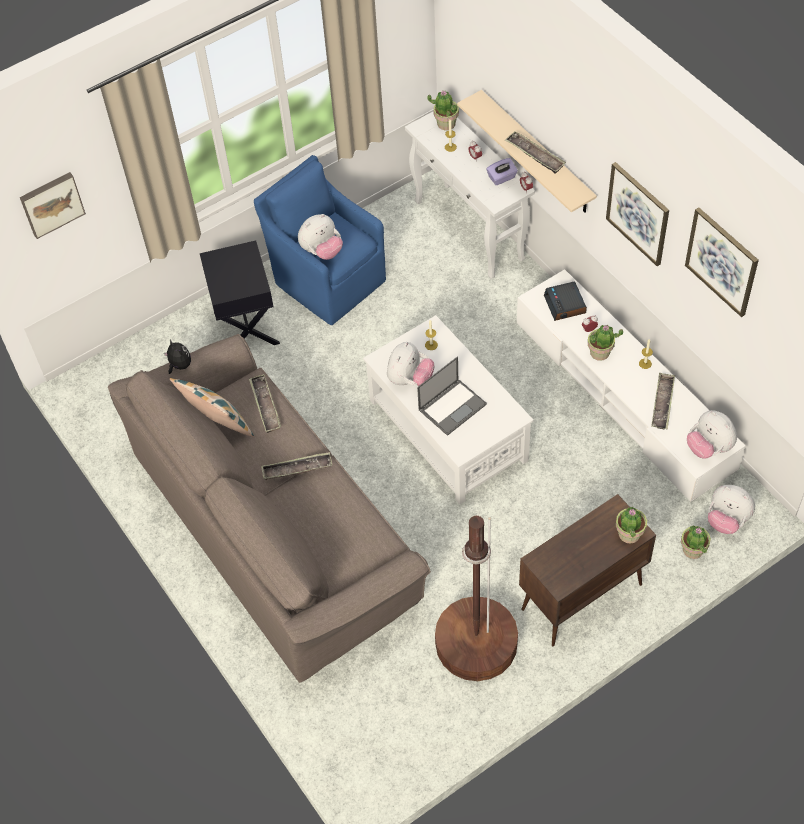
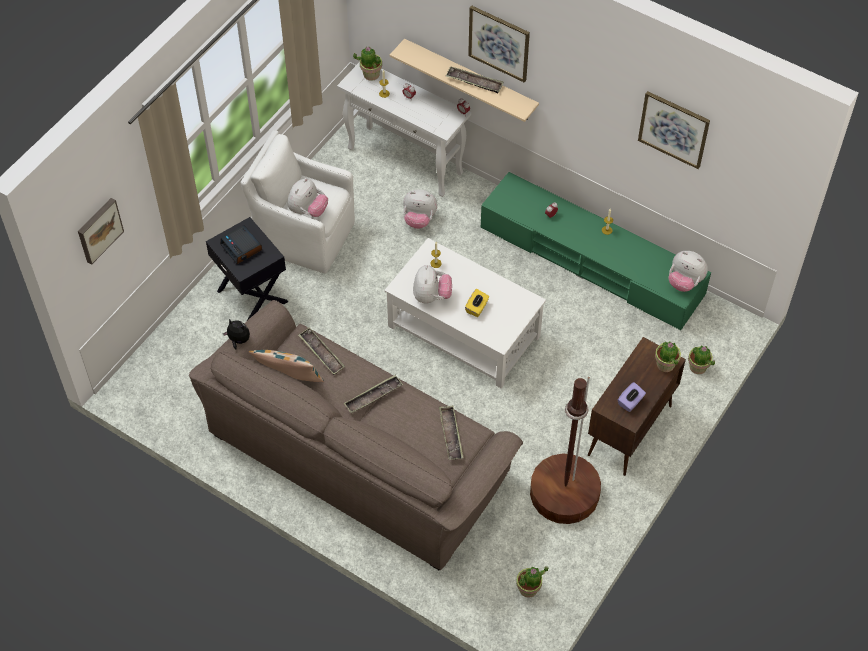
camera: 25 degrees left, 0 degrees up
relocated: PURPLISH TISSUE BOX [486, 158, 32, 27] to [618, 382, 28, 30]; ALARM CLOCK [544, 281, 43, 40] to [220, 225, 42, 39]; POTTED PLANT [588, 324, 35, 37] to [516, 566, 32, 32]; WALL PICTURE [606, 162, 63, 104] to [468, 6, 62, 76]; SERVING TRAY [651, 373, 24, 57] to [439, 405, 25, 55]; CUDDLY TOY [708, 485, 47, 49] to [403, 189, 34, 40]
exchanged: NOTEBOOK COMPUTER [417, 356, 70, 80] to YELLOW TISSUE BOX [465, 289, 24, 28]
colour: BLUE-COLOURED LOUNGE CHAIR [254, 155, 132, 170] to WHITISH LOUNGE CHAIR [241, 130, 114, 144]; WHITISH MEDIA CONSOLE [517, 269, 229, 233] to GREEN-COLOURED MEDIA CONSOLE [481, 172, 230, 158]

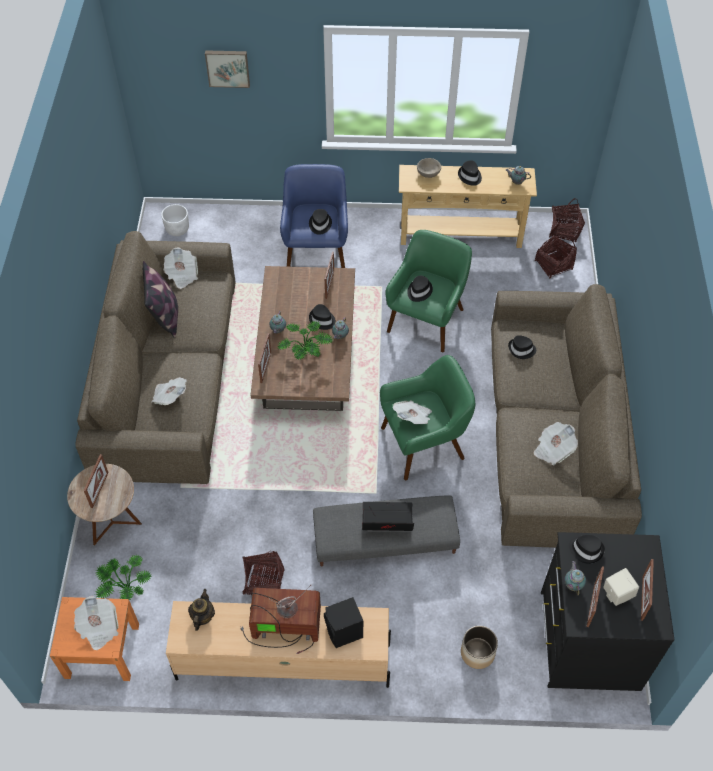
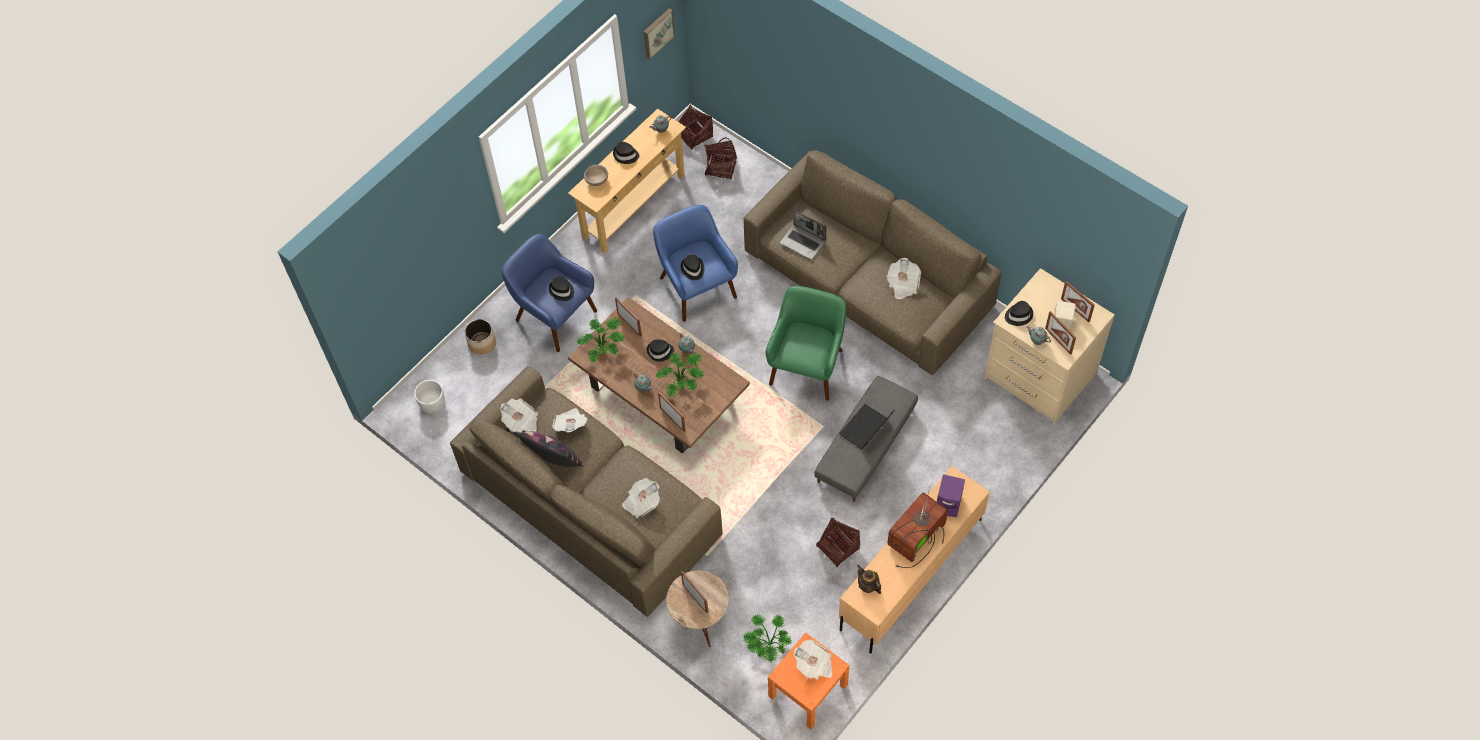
camera: 50 degrees left, 5 degrees up
appeared: POTTED PLANT [577, 317, 48, 45]
relocated: WALL PICTURE [205, 50, 45, 38] to [644, 8, 31, 51]; DAILY PAPER [393, 400, 39, 25] to [552, 408, 36, 25]; PLANTER [461, 626, 37, 43] to [465, 319, 31, 35]
exchanged: BLACK-COLOURED WEARABLE HAT [508, 335, 28, 24] to NOTEBOOK COMPUTER [780, 210, 46, 50]
colour: BLACK-COLOURED SPEAKER [324, 597, 39, 51] to PURPLISH SPEAKER [937, 474, 28, 43]; GREEN-COLOURED LOUNGE CHAIR [385, 230, 87, 122] to BLUE-COLOURED LOUNGE CHAIR [653, 205, 85, 117]; BLACK-COLOURED CHEST OF DRAWERS [541, 532, 134, 159] to BEIGE CHEST OF DRAWERS [984, 268, 131, 156]

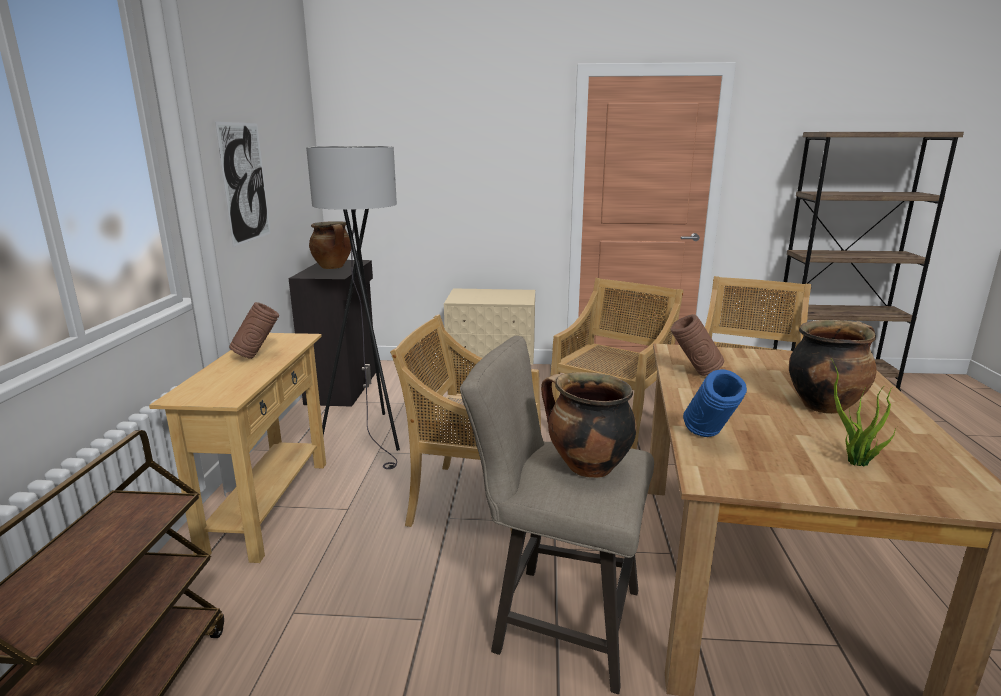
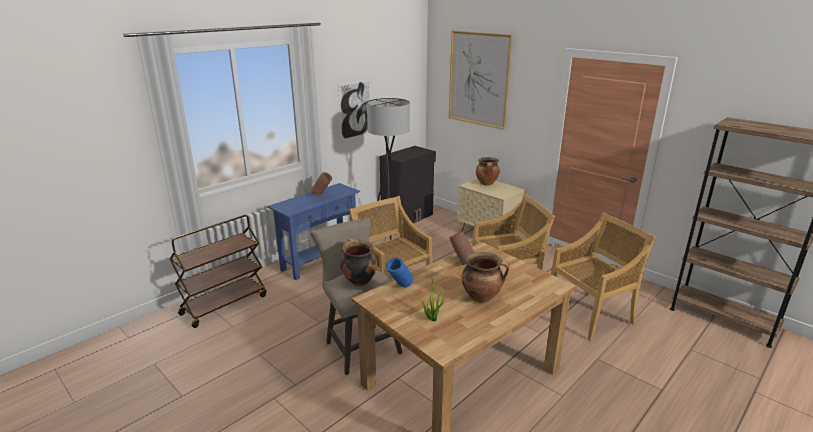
camera: 40 degrees right, 5 degrees up
appeared: WALL PICTURE [449, 31, 64, 99]
relocated: COOKING POT [309, 221, 42, 48] to [476, 157, 24, 28]
colour: BEIGE CONSOLE TABLE [149, 333, 177, 230] to BLUE-COLOURED CONSOLE TABLE [267, 183, 93, 97]

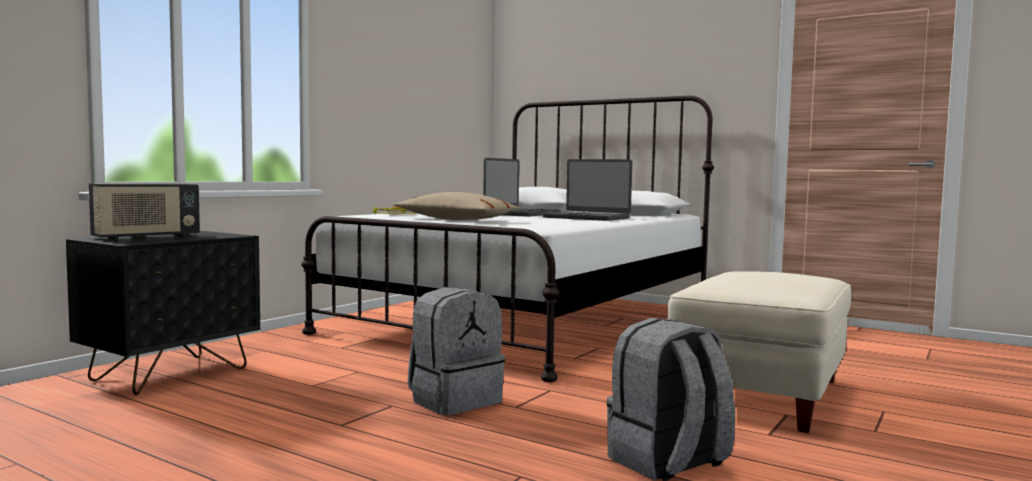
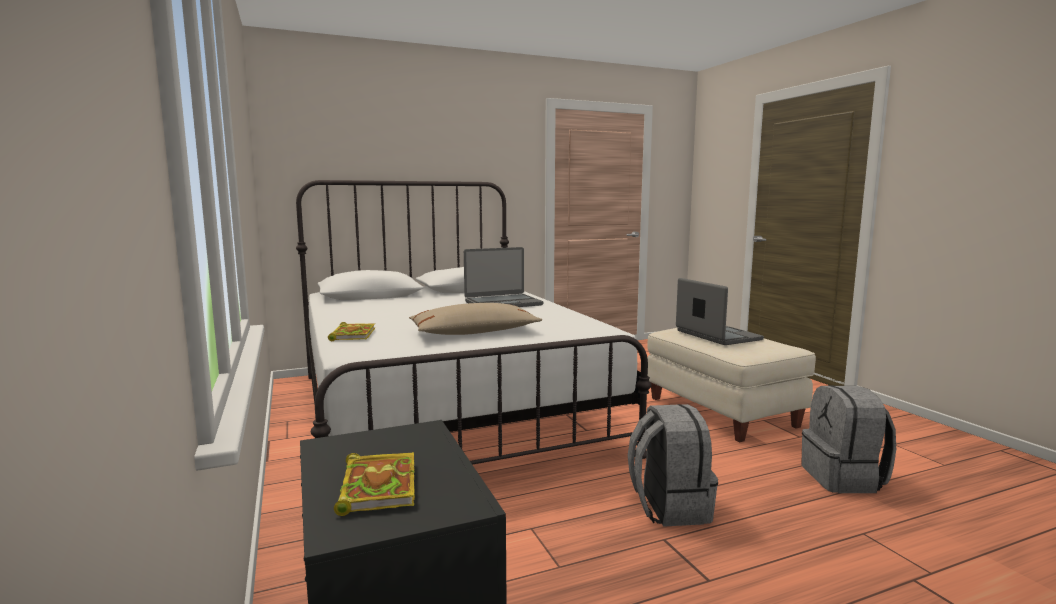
camera: 55 degrees left, 5 degrees up
relocated: NOTEBOOK COMPUTER [483, 158, 77, 59] to [676, 278, 88, 67]
exchanged: RADIO [89, 184, 111, 56] to BOOK [334, 452, 81, 64]

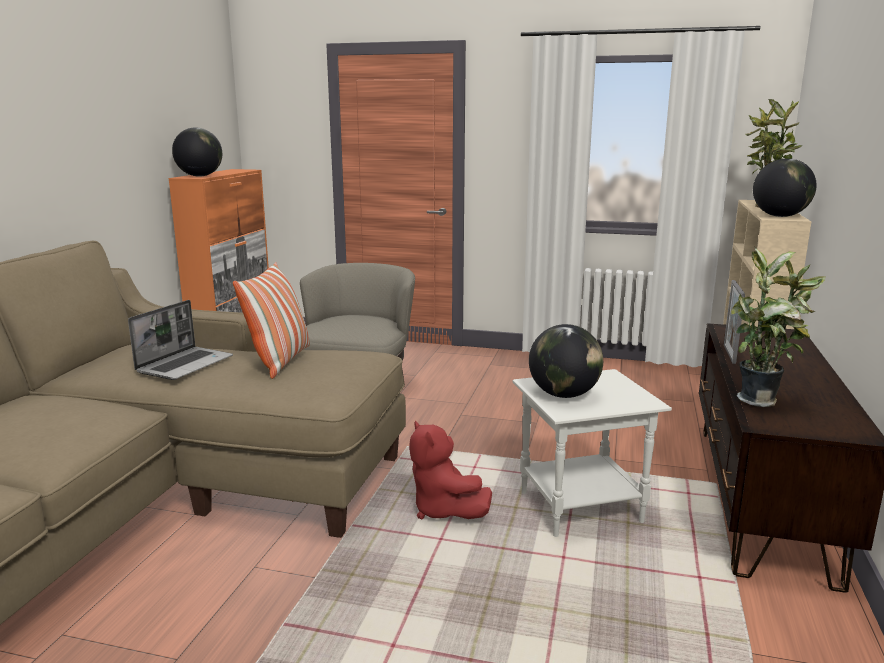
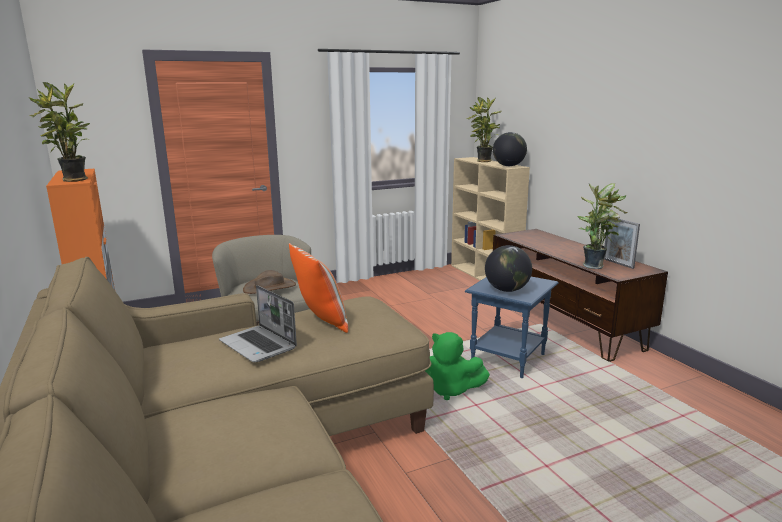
camera: 40 degrees left, 0 degrees up
appeared: BROWNISH WEARABLE HAT [243, 270, 53, 24]
relocated: PHOTO FRAME [724, 280, 21, 84] to [604, 219, 36, 50]
exchanged: WORLD GLOBE [172, 128, 50, 49] to POTTED PLANT [29, 82, 61, 100]
colour: REDDISH CUDDLY TOY [409, 420, 83, 99] to GREEN-COLOURED CUDDLY TOY [425, 332, 65, 68]; WHITISH ACCENT TABLE [512, 369, 160, 168] to BLUE-COLOURED ACCENT TABLE [465, 277, 94, 101]
spun: NOTEBOOK COMPUTER [128, 300, 105, 80] = [219, 285, 78, 77] 150 degrees clockwise

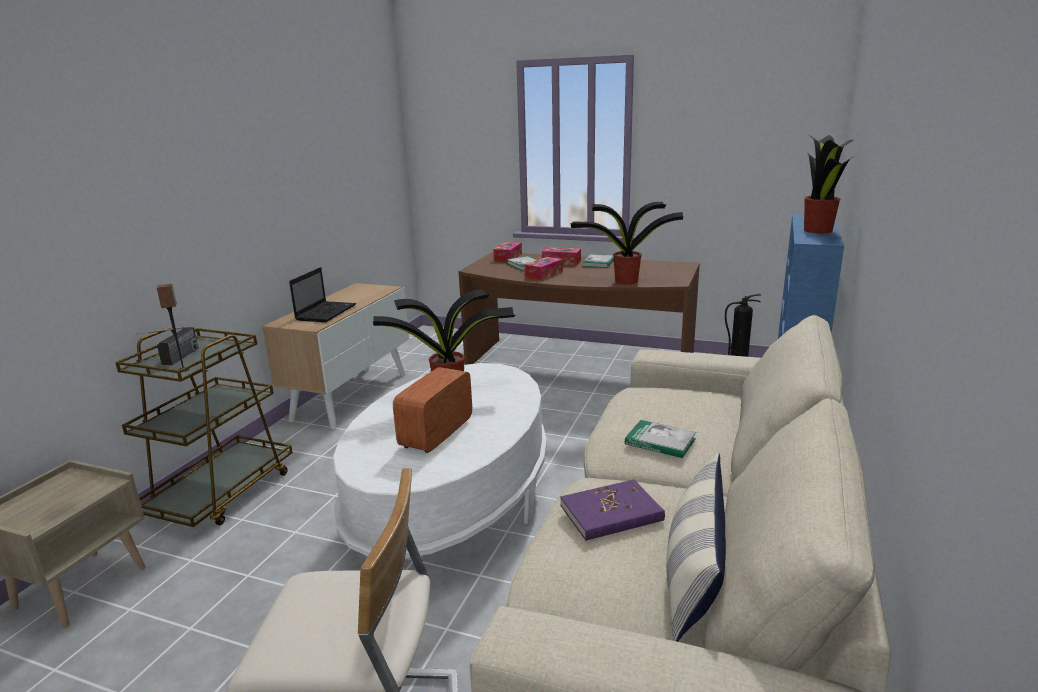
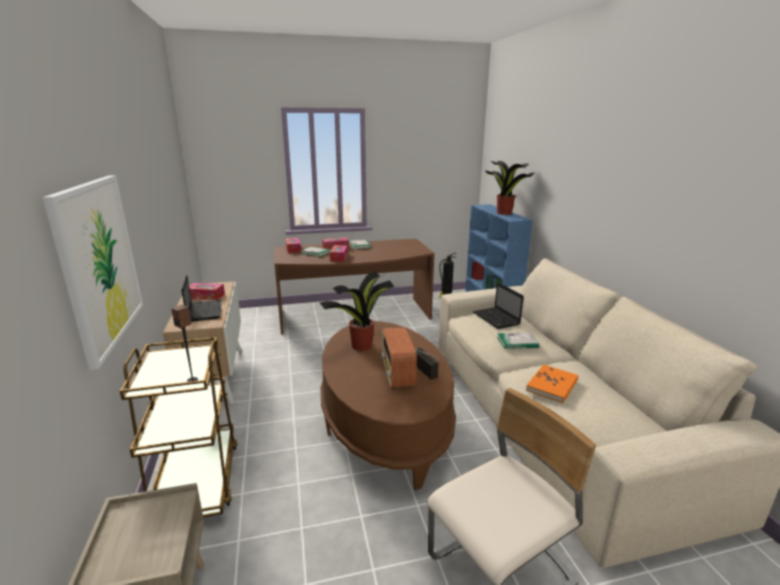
camera: 35 degrees left, 0 degrees up
missing: POTTED PLANT [570, 202, 113, 82]; CUSHION [666, 453, 60, 189]
appeared: WALL PICTURE [42, 175, 101, 195]; TISSUE BOX [189, 283, 36, 17]; NOTEBOOK COMPUTER [473, 282, 51, 47]
relocated: RADIO [136, 327, 63, 38] to [415, 348, 29, 31]
colour: WHITISH LOW TABLE [333, 363, 214, 196] to BROWNISH LOW TABLE [321, 321, 135, 170]; PURPLISH BOOK [560, 479, 105, 62] to ORANGEY BOOK [526, 364, 52, 39]

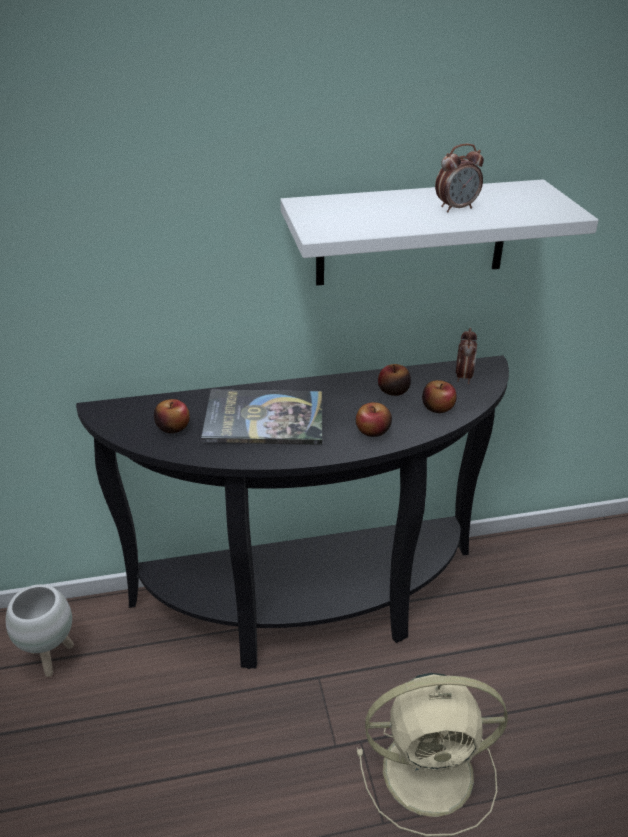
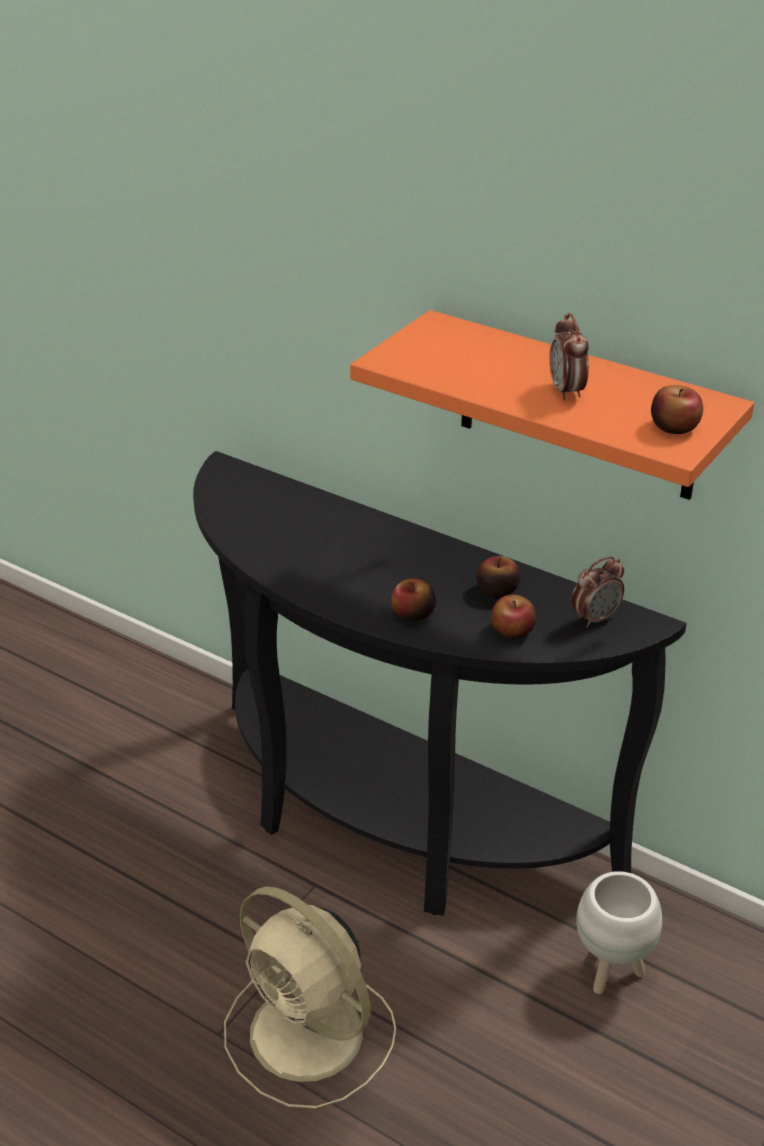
camera: 45 degrees right, 0 degrees up
missing: BOOK [201, 389, 121, 56]
relocated: WHITISH PLANTER [6, 584, 68, 93] to [576, 871, 86, 123]; WHOLE APPLE [154, 399, 36, 34] to [651, 385, 52, 49]
colour: WHITISH SHELF [280, 179, 319, 107] to ORANGEY SHELF [350, 310, 404, 190]
spun: ALARM CLOCK [435, 144, 49, 68] = [550, 313, 39, 88] 60 degrees clockwise

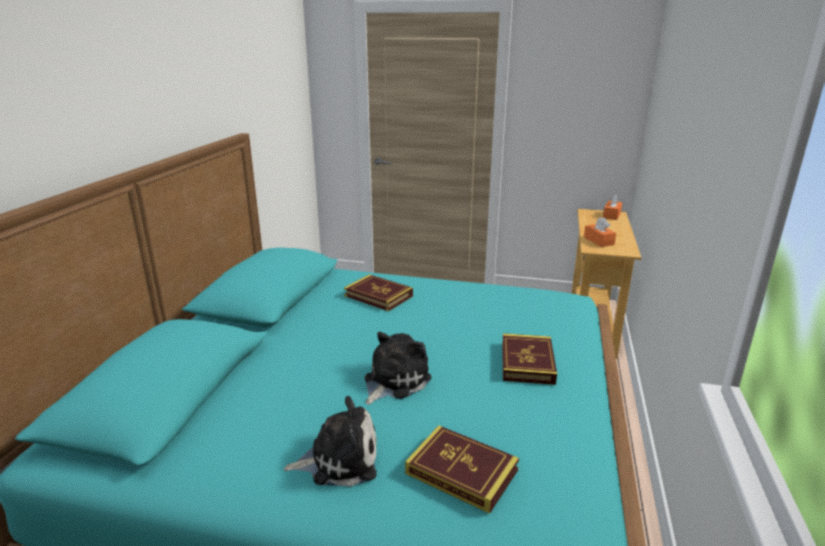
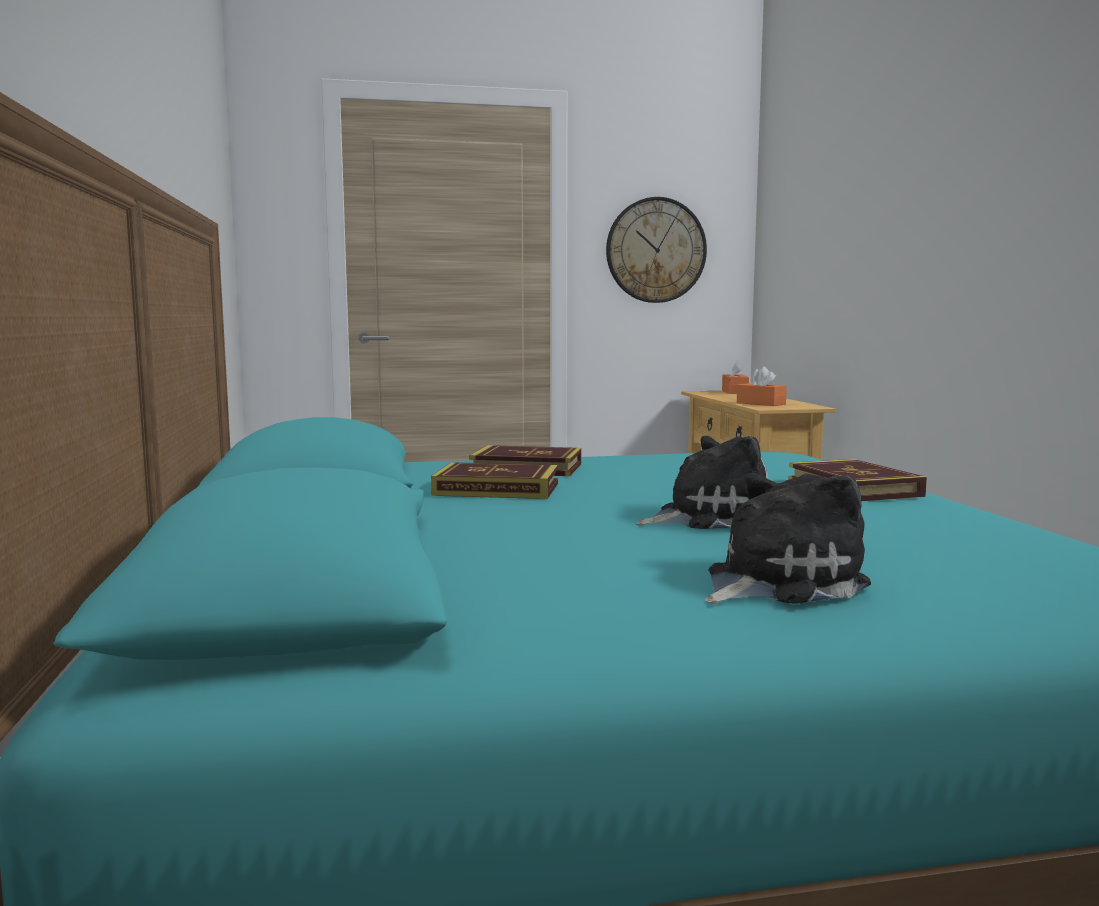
camera: 25 degrees left, 15 degrees down
appeared: CLOCK ON THE WALL [606, 197, 101, 106]
relocated: BOOK [405, 425, 114, 89] to [431, 462, 127, 37]
spun: CUDDLY TOY [364, 332, 68, 73] = [637, 436, 131, 93] 60 degrees clockwise

